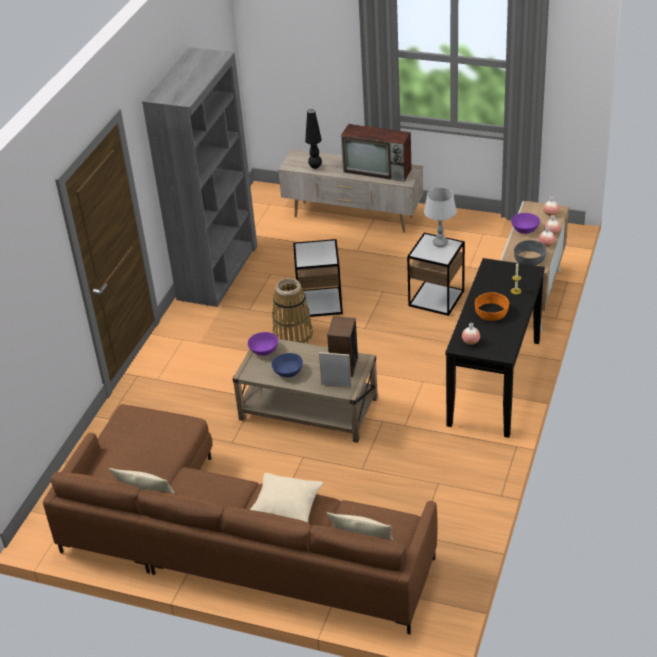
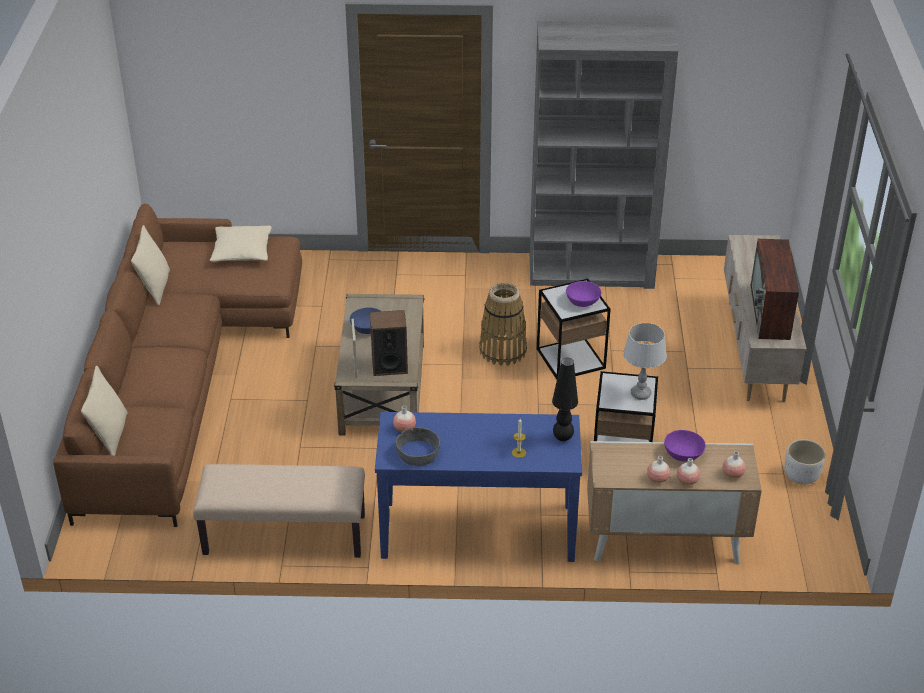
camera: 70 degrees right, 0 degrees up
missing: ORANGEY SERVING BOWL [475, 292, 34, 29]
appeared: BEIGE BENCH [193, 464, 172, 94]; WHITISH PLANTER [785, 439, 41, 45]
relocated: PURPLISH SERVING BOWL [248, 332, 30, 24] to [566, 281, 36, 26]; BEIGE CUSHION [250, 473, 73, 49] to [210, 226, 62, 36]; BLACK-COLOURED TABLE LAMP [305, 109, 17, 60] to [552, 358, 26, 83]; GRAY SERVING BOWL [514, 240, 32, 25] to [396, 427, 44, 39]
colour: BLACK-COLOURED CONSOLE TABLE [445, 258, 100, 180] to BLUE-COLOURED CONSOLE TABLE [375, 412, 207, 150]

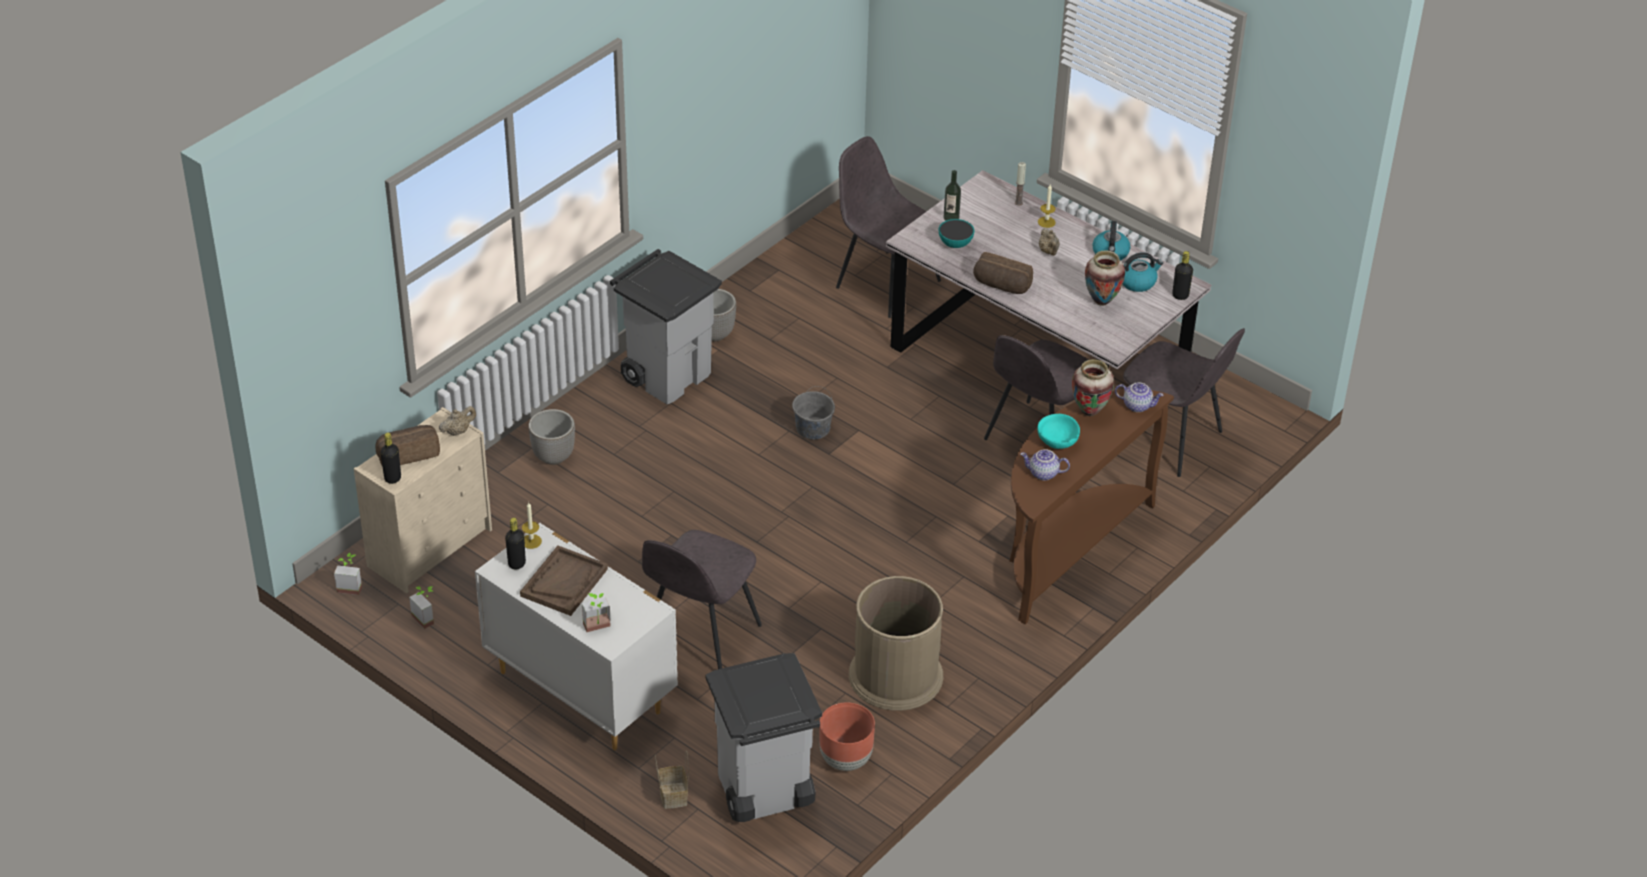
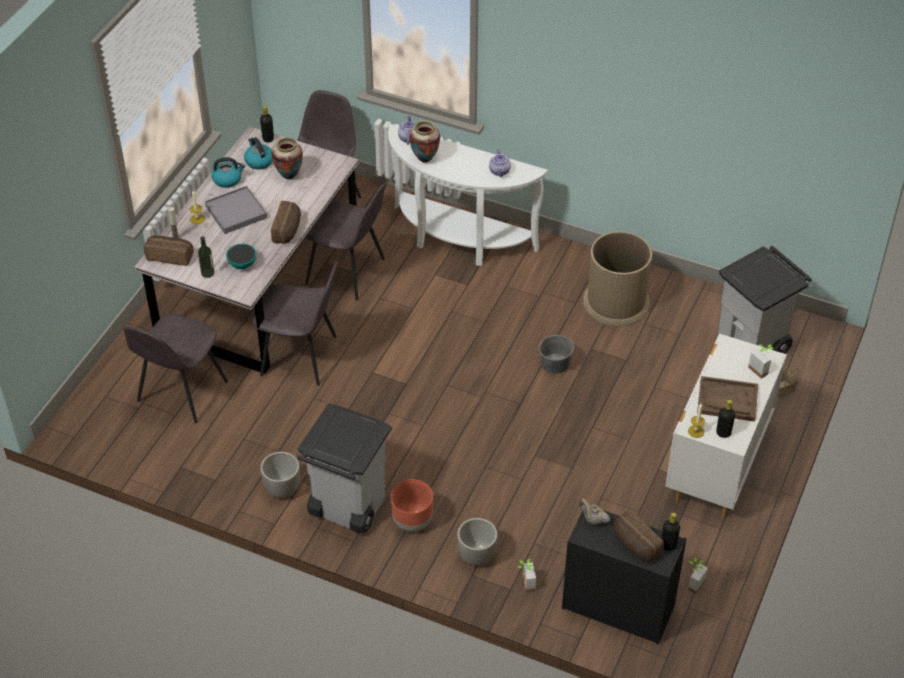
camera: 105 degrees left, 5 degrees up
missing: TURQUOISE-COLOURED SERVING BOWL [1037, 414, 43, 35]
appeared: BAKERY BREAD [144, 235, 50, 31]
relocated: POTTED PLANT [334, 553, 28, 42] to [517, 559, 19, 33]; GRAY UPRIGHT CHAIR [642, 530, 120, 139] to [252, 261, 86, 125]; GRAY BUCKET [792, 386, 43, 54] to [539, 333, 35, 41]; BROWNISH PLANTER [819, 702, 56, 69] to [391, 479, 42, 53]
exchanged: BEIGE TEA POT [1039, 228, 21, 28] to GRAY SERVING TRAY [205, 186, 62, 48]
colour: BEIGE CHEST OF DRAWERS [354, 407, 138, 186] to BLACK-COLOURED CHEST OF DRAWERS [562, 511, 124, 133]; BROWNISH CONSOLE TABLE [1009, 389, 165, 235] to WHITISH CONSOLE TABLE [388, 124, 160, 142]

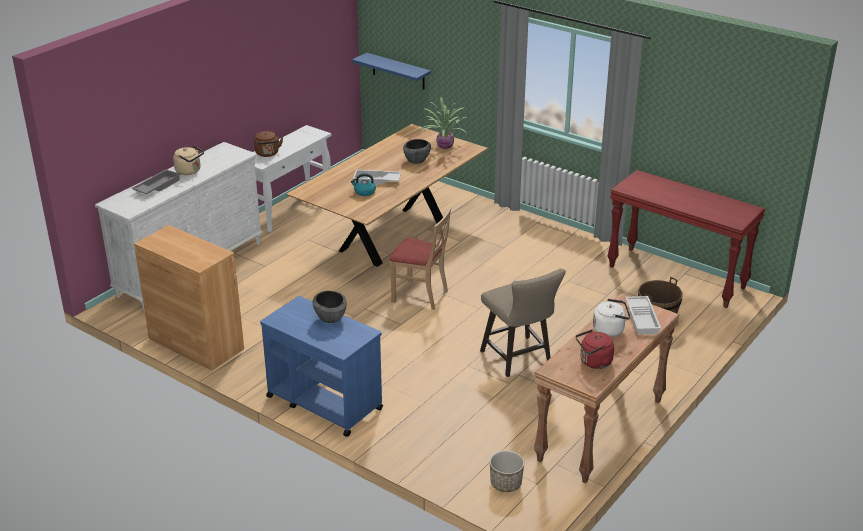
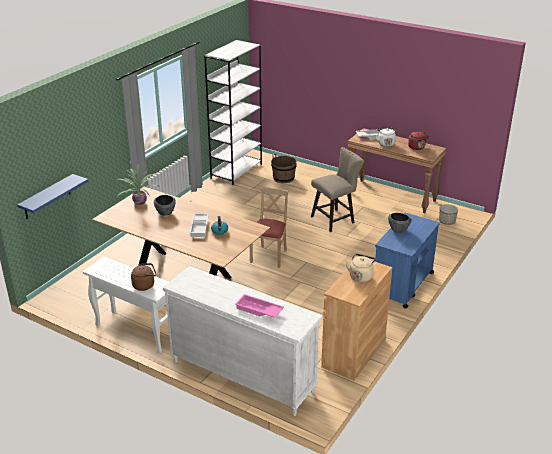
camera: 95 degrees left, 0 degrees up
relocated: BEIGE TEA KETTLE [173, 146, 31, 29] to [346, 254, 30, 28]
exchanged: REDDISH CONSOLE TABLE [607, 170, 158, 138] to WHITISH BOOKSHELF [204, 40, 58, 145]
colour: GRAY SERVING TRAY [131, 169, 50, 25] to PINK SERVING TRAY [235, 294, 49, 24]

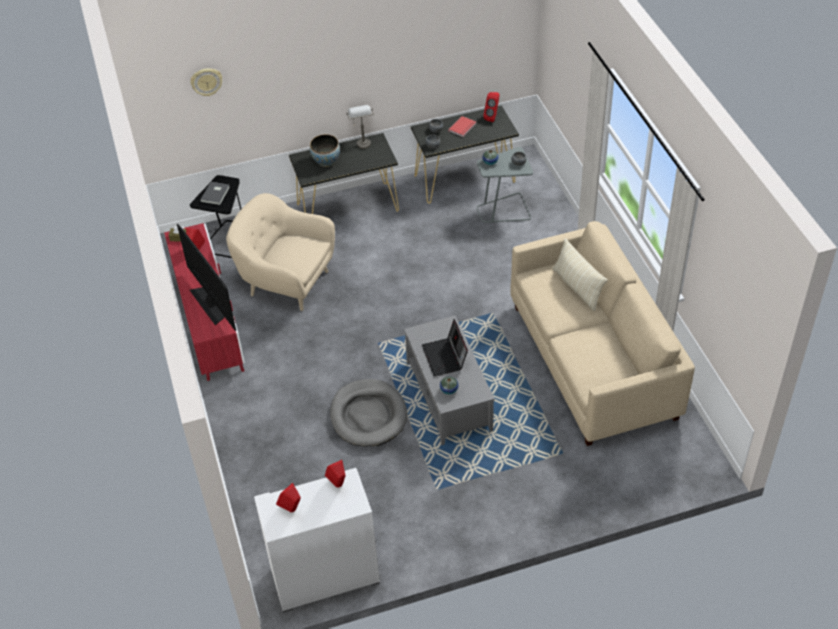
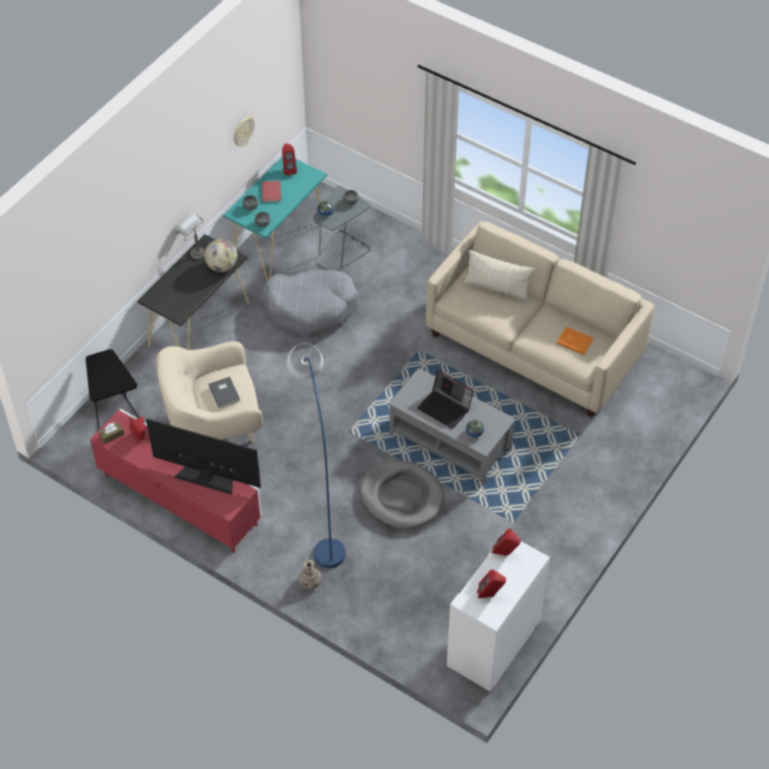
camera: 40 degrees left, 5 degrees up
missing: SERVING BOWL [310, 134, 30, 33]
appeared: WORLD GLOBE [204, 239, 33, 33]; GRAY PET BED [262, 270, 97, 64]; BLUE-COLOURED STANDARD LAMP [287, 343, 59, 225]; VASE [298, 560, 24, 29]; ORANGEY BOOK [556, 327, 37, 28]
relocated: CLOCK ON THE WALL [190, 68, 32, 28] to [234, 116, 20, 31]; GRAY BOOK [200, 182, 30, 23] to [208, 377, 32, 31]
colour: BLACK-COLOURED CONSOLE TABLE [411, 105, 108, 99] to TURQUOISE-COLOURED CONSOLE TABLE [223, 157, 104, 124]

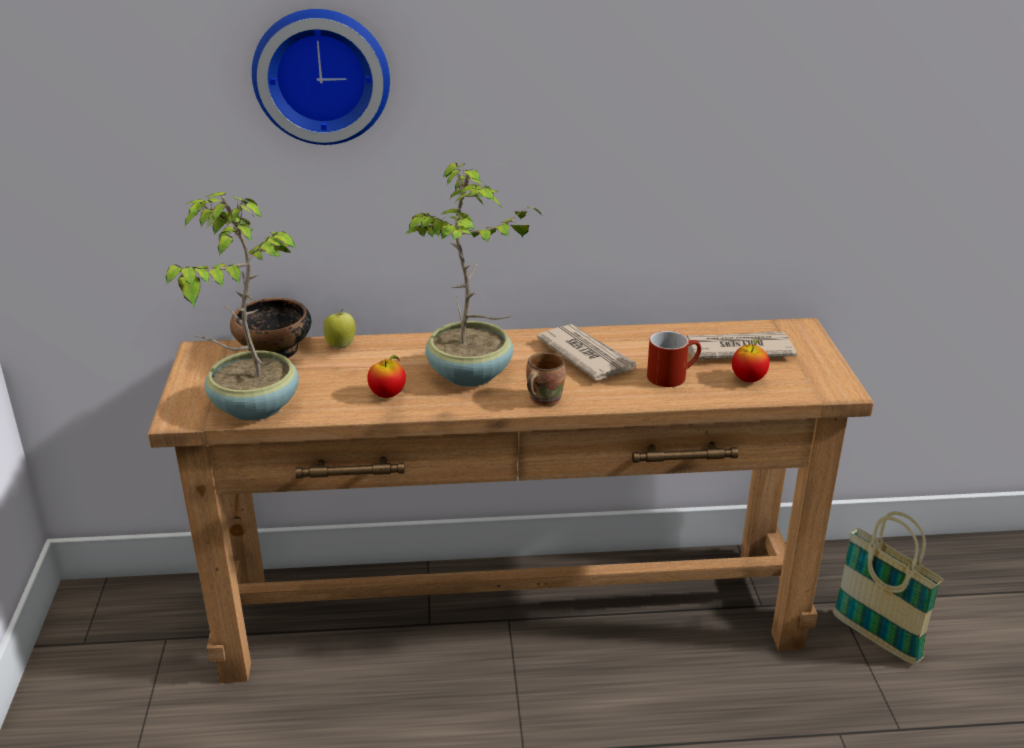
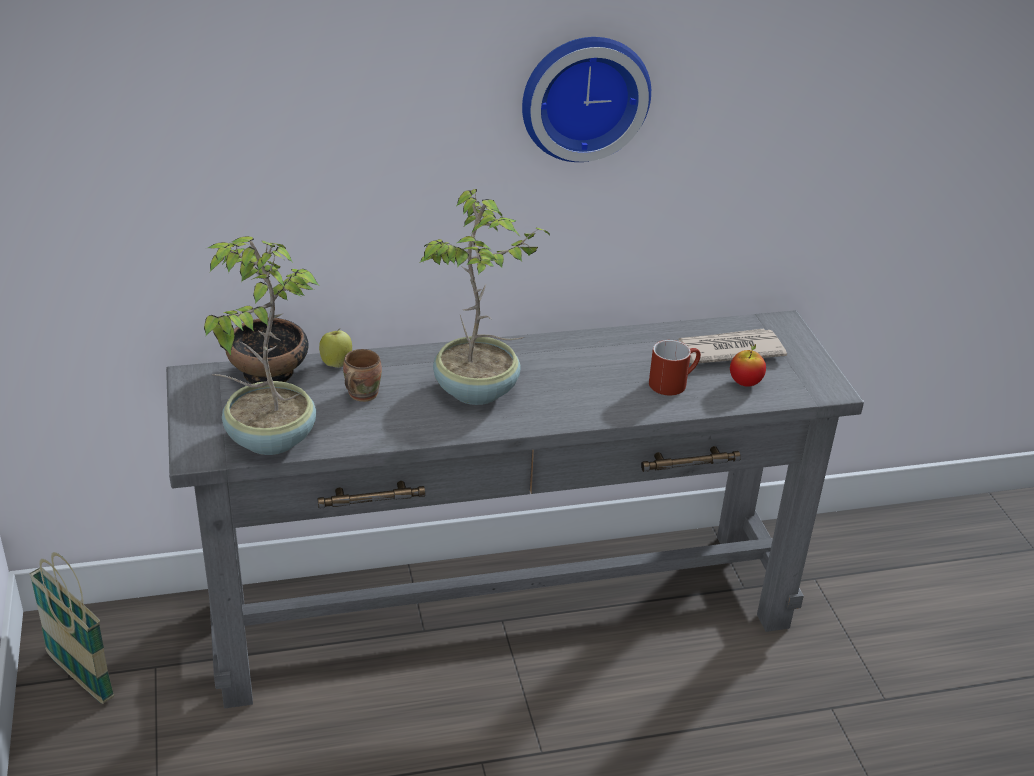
camera: 10 degrees left, 5 degrees up
missing: WHOLE APPLE [367, 355, 39, 43]; DAILY PAPER [537, 324, 101, 56]
relocated: CLOCK ON THE WALL [252, 9, 138, 136] to [522, 37, 129, 125]; BROWNISH TEA MUG [526, 353, 40, 54] to [343, 349, 39, 53]; HOUSEHOLD BASKET [833, 511, 111, 154] to [29, 552, 85, 152]
colour: BROWNISH CONSOLE TABLE [148, 318, 726, 365] to GRAY CONSOLE TABLE [166, 310, 698, 398]

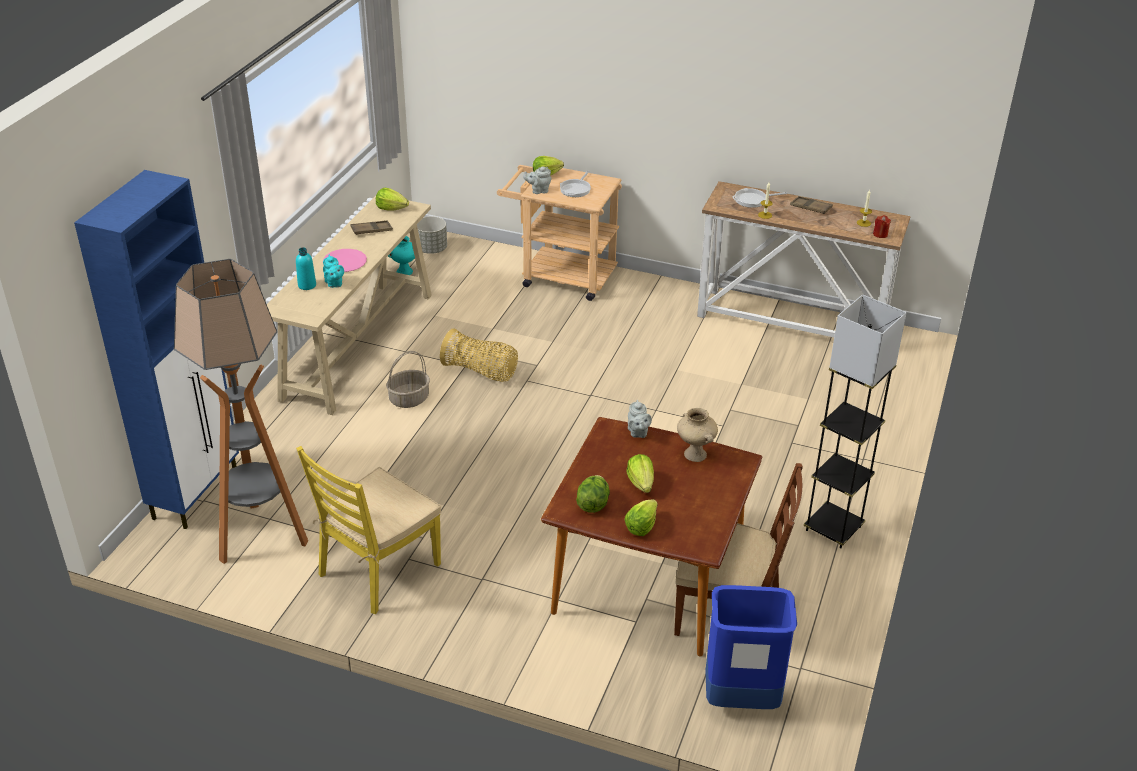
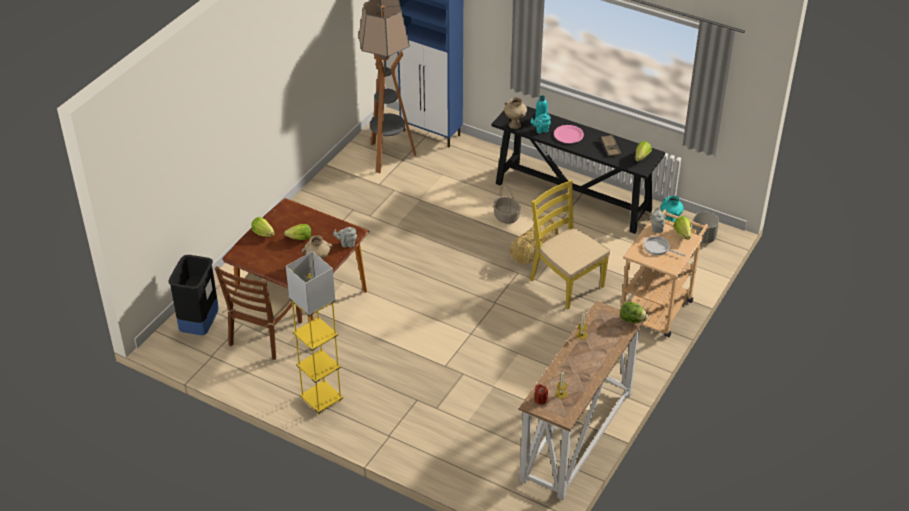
camera: 100 degrees right, 5 degrees up
missing: FRYING PAN [733, 188, 55, 20]; BROWNISH SERVING TRAY [790, 196, 43, 18]
appeared: BEIGE VASE [504, 97, 23, 32]
relocated: YELLOW UPRIGHT CHAIR [296, 446, 145, 168] to [530, 180, 80, 129]; LETTUCE HEAD [576, 475, 34, 38] to [620, 302, 28, 21]
colour: BEIGE CONSOLE TABLE [267, 196, 165, 219] to BLACK-COLOURED CONSOLE TABLE [492, 106, 173, 128]; BLUE-COLOURED WASTE BIN [705, 585, 92, 124] to BLACK-COLOURED WASTE BIN [169, 255, 50, 80]; GRAY STANDARD LAMP [804, 294, 103, 254] to YELLOW STANDARD LAMP [286, 251, 57, 164]

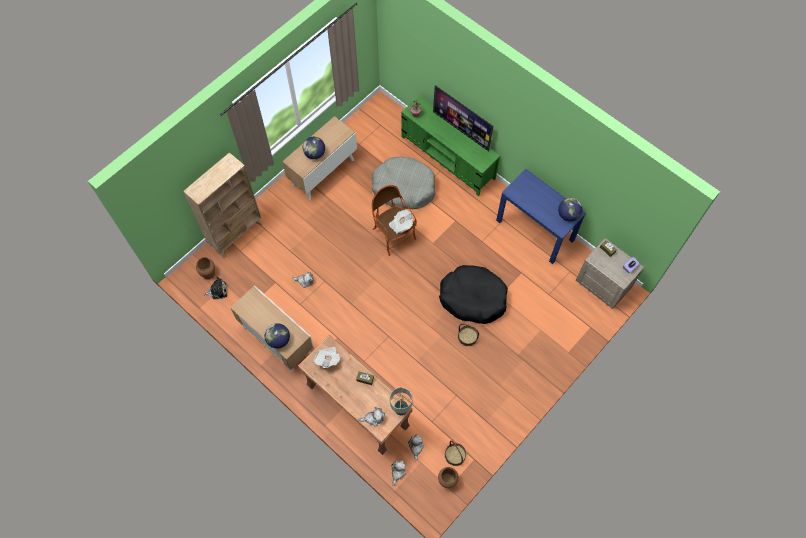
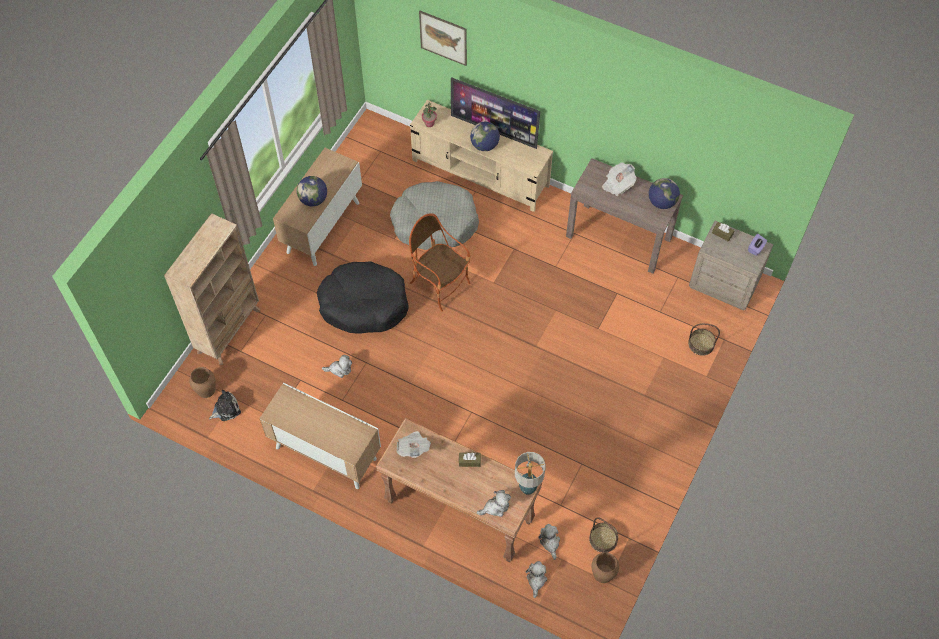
camera: 15 degrees left, 5 degrees down
appeared: WALL PICTURE [419, 11, 48, 55]
relocated: WORLD GLOBE [265, 323, 25, 26] to [470, 122, 30, 29]; DAILY PAPER [389, 210, 25, 24] to [602, 162, 34, 34]; BLACK-COLOURED PET BED [439, 265, 69, 59] to [317, 261, 92, 72]; HOUSEHOLD BASKET [458, 324, 21, 22] to [688, 323, 32, 33]
colour: GREEN-COLOURED MEDIA CONSOLE [401, 96, 99, 100] to BEIGE MEDIA CONSOLE [410, 100, 143, 112]; BLUE-COLOURED CONSOLE TABLE [496, 169, 90, 95] to BROWNISH CONSOLE TABLE [566, 158, 117, 116]

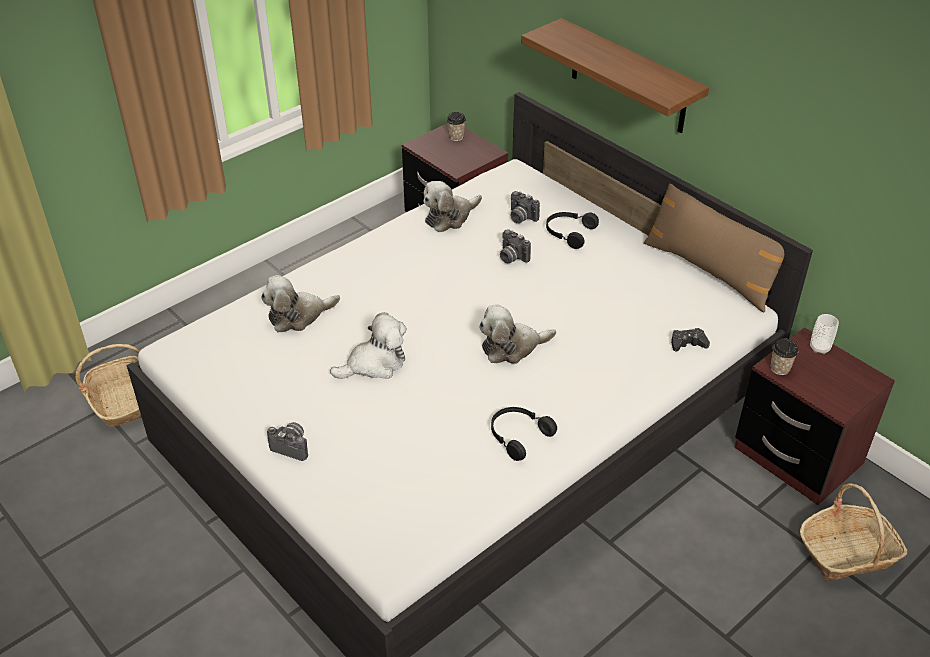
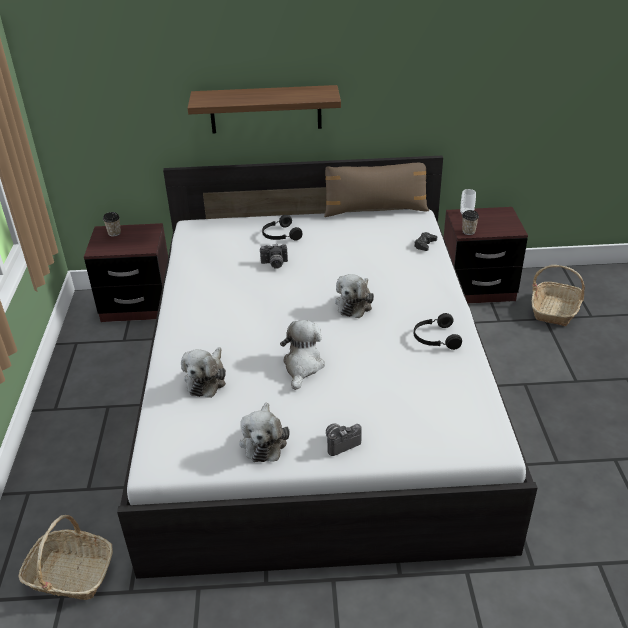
camera: 50 degrees left, 5 degrees down
missing: PHOTO CAMERA [511, 191, 29, 32]
relocated: CUDDLY TOY [423, 181, 59, 51] to [239, 403, 51, 59]

